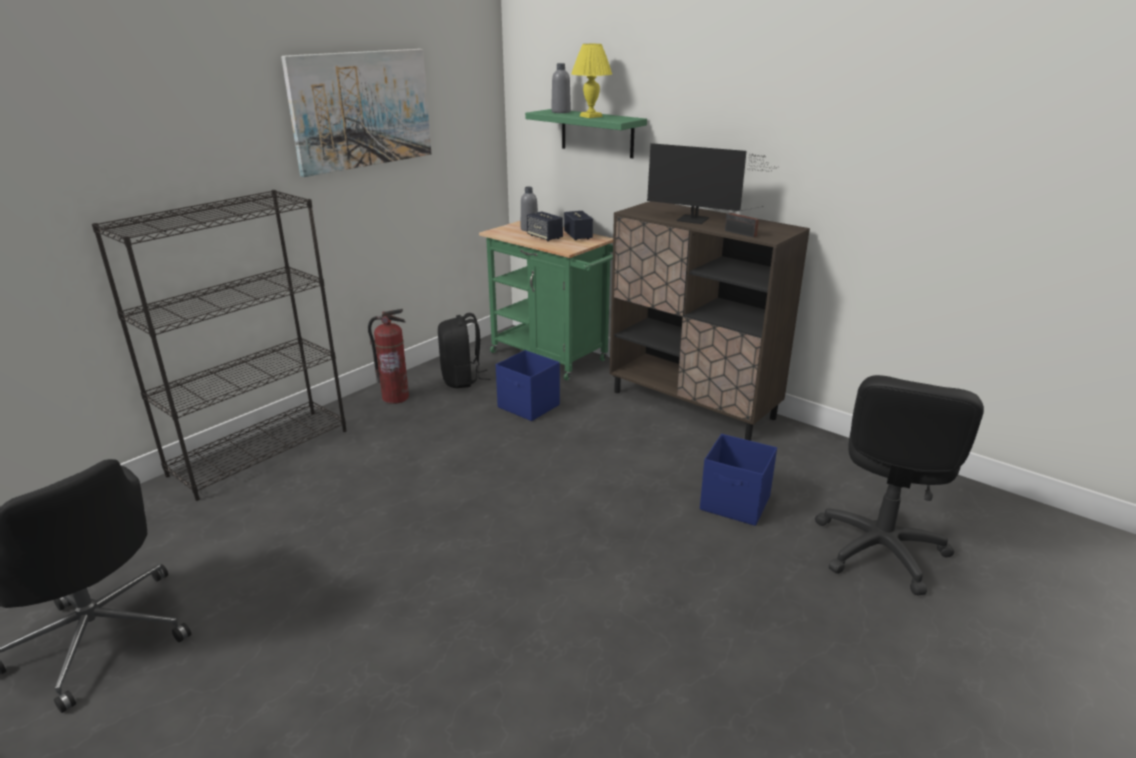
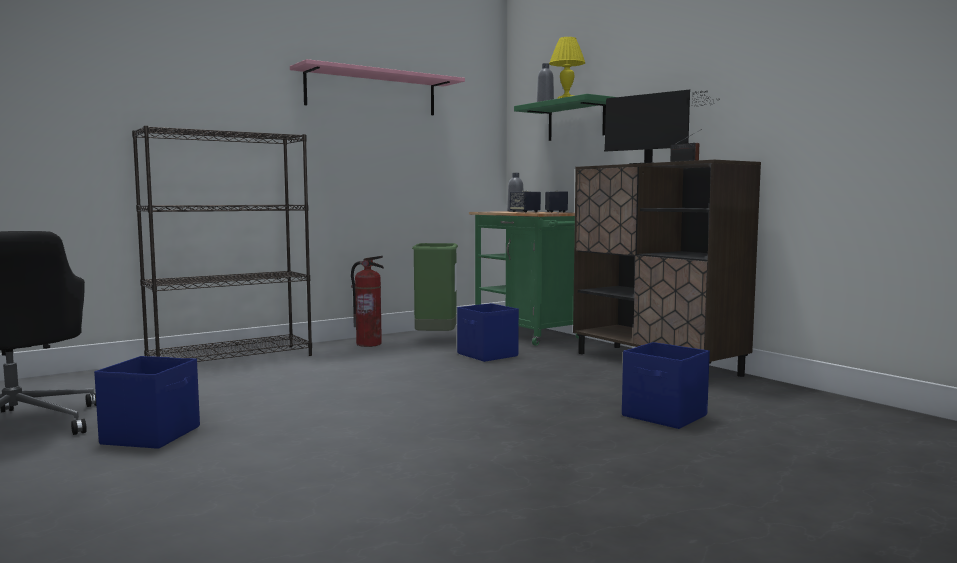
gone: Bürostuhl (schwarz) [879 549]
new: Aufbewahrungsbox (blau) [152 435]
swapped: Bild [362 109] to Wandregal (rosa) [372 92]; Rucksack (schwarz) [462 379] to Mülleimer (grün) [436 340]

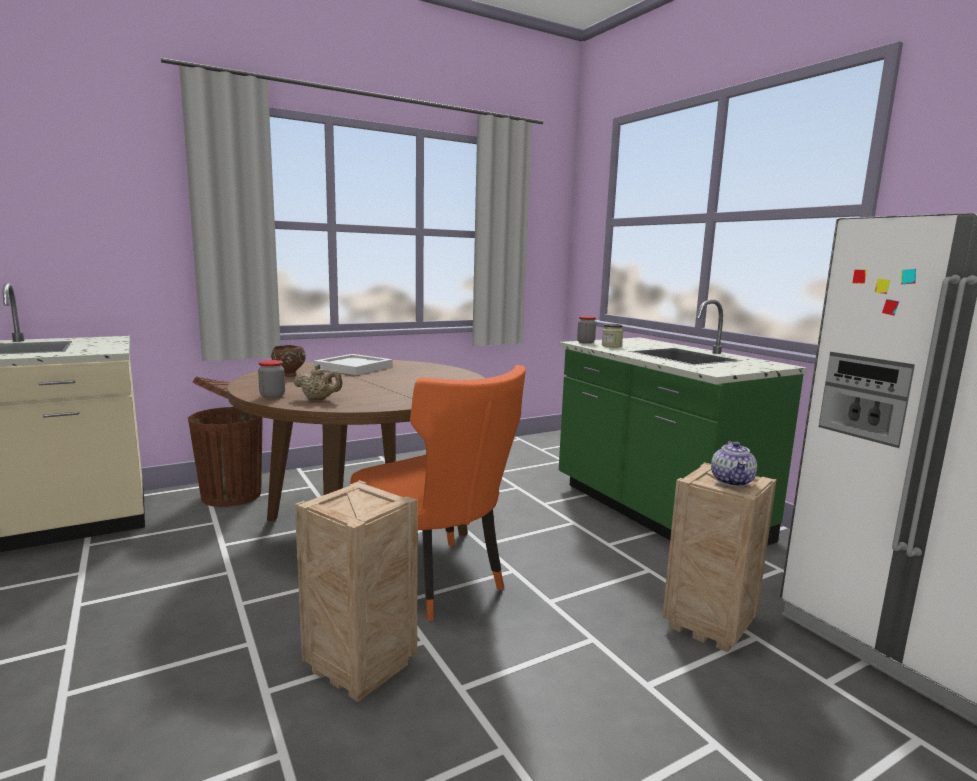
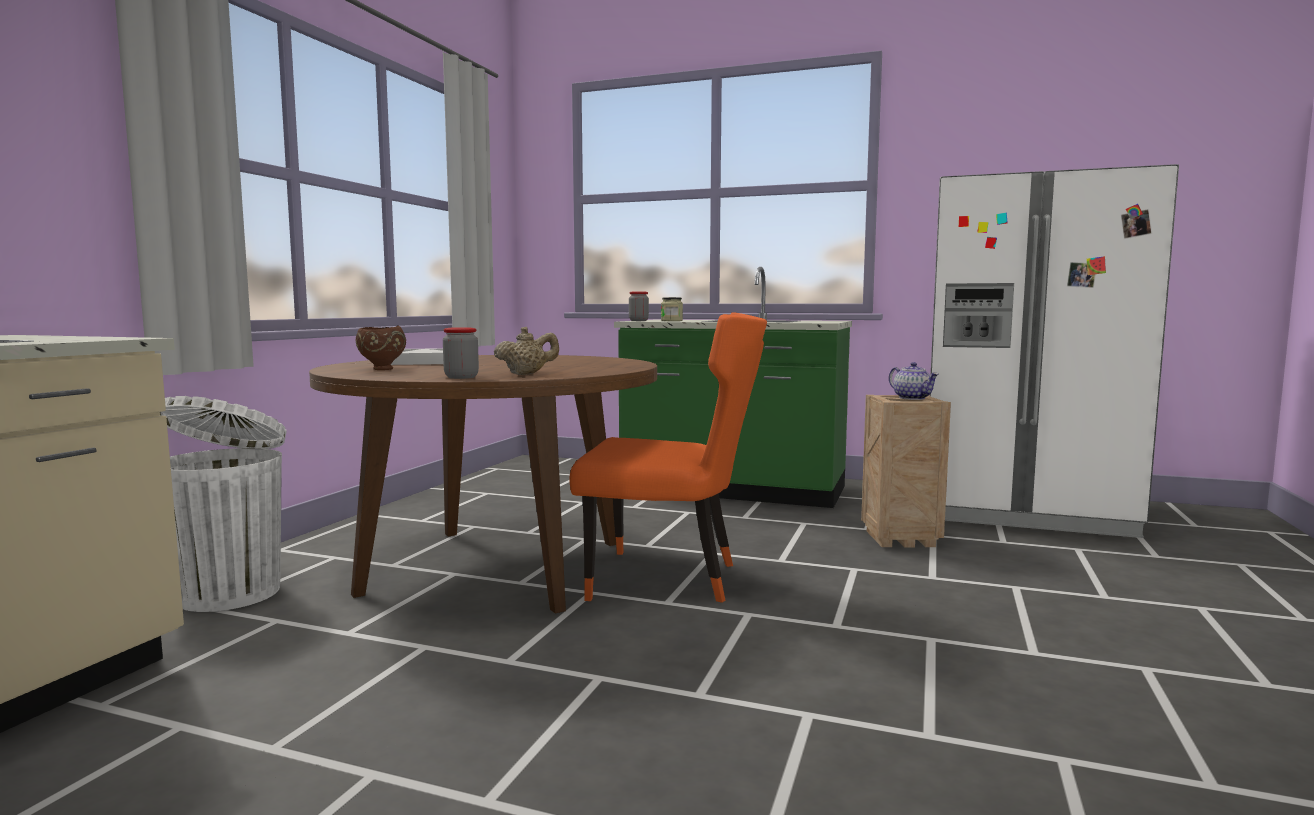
gone: Kiste [358 668]
repainted: Mülleimer (braun) [234 495] to Mülleimer (weiß) [231 592]

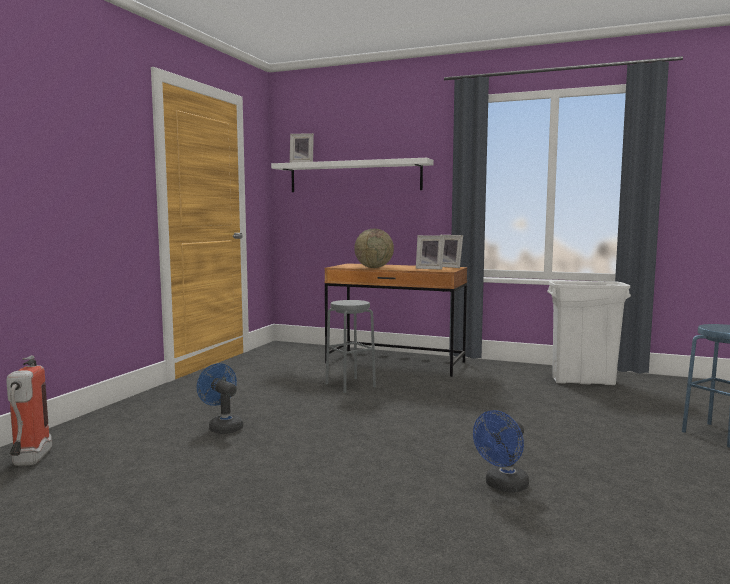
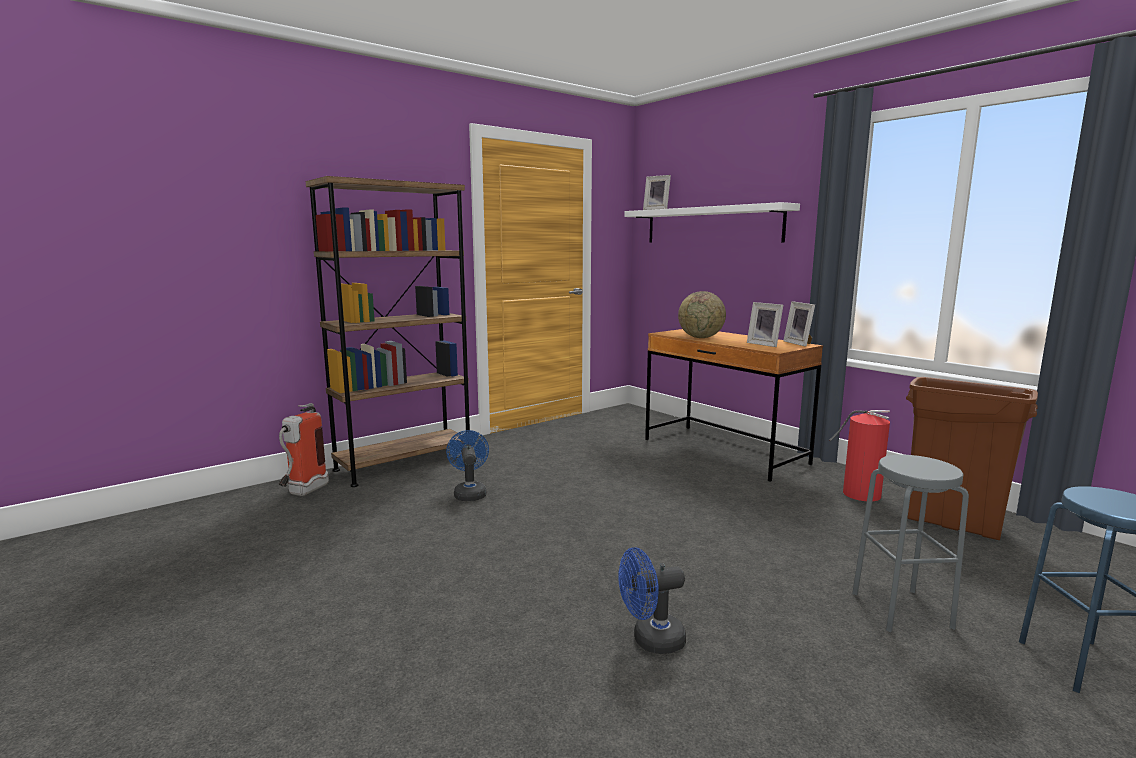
new: Bücherregal (braun) [404 464]; Feuerlöscher [859 493]
shifted: Hocker (grau) [350 385] to [901 610]
repainted: Mülleimer (weiß) [582 381] to Mülleimer (braun) [951 524]

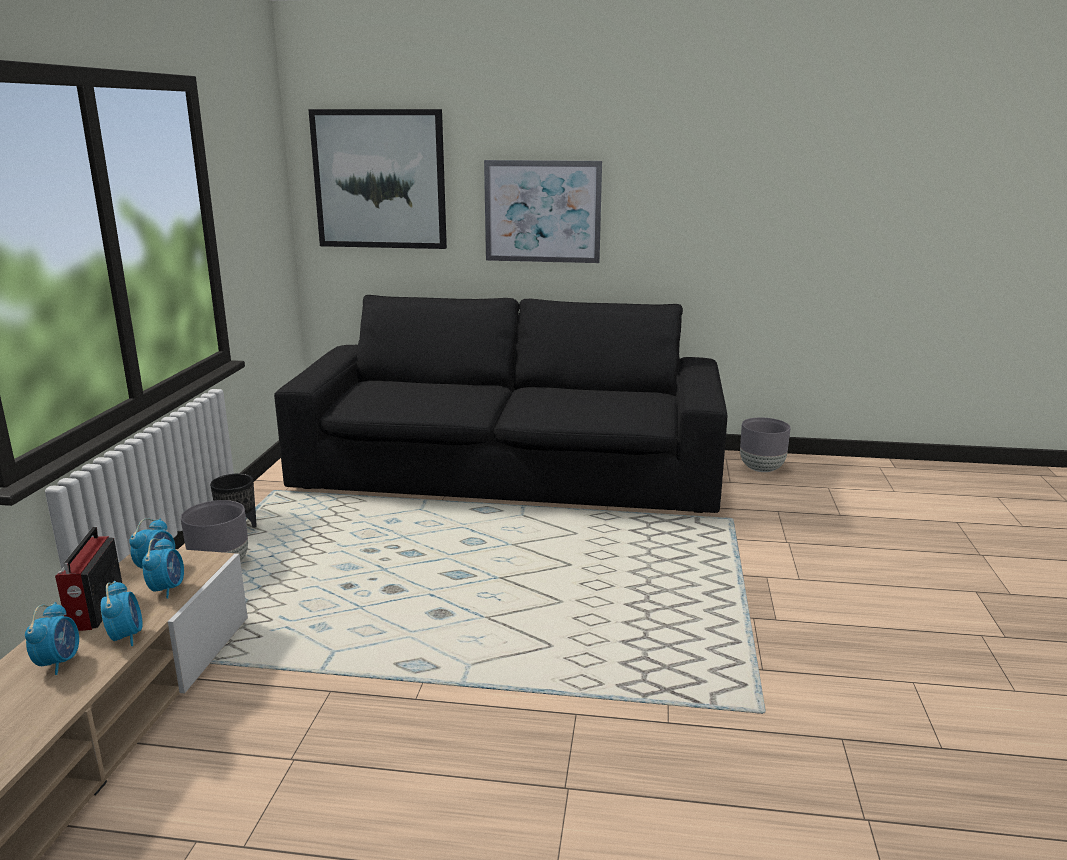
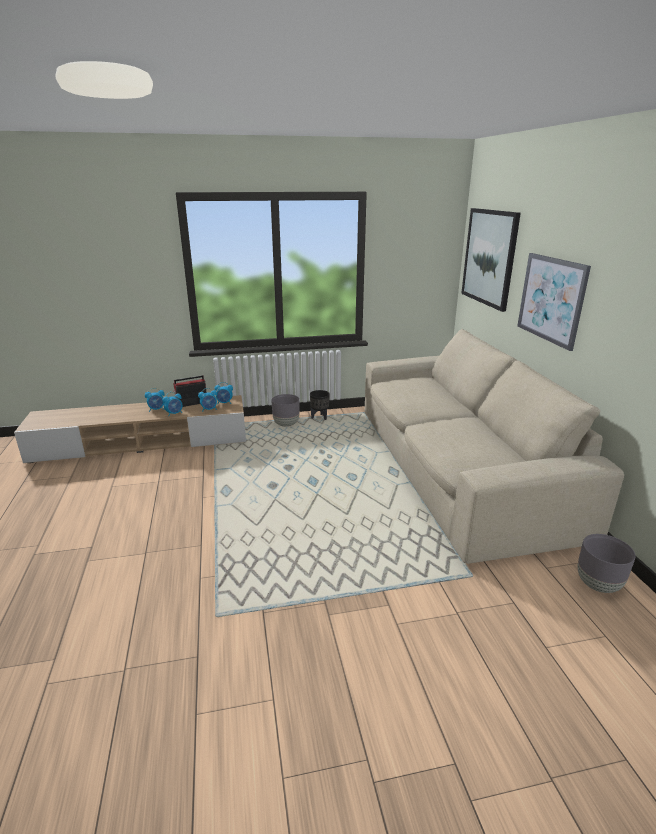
repainted: Sofa (schwarz) [509 472] to Sofa (beige) [454 467]

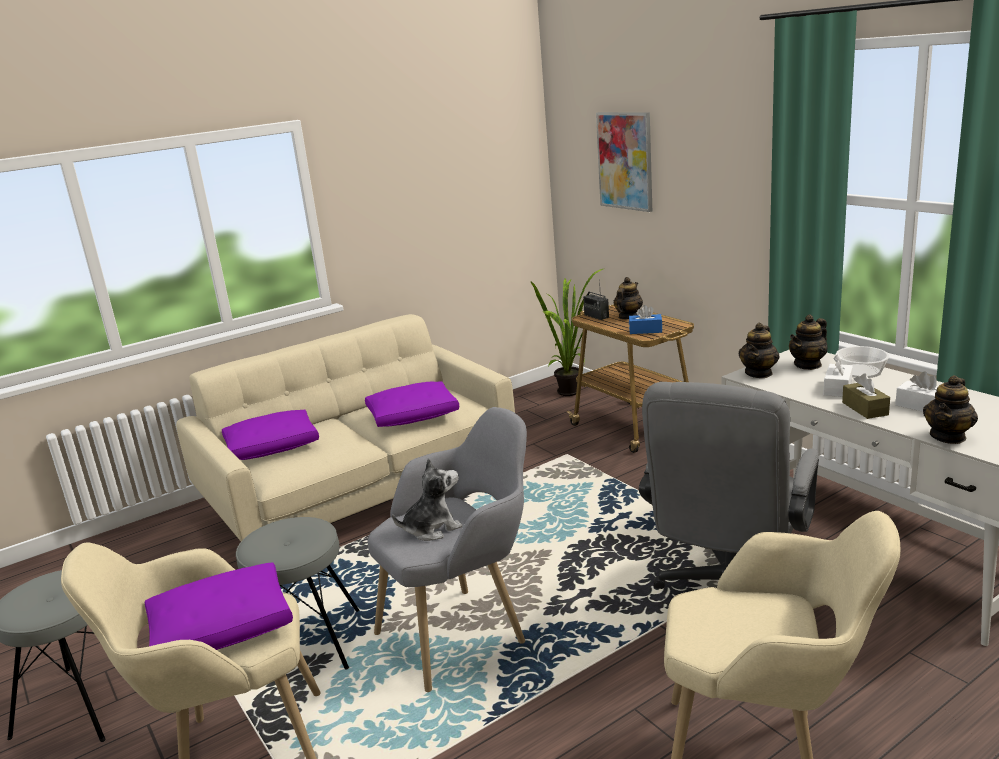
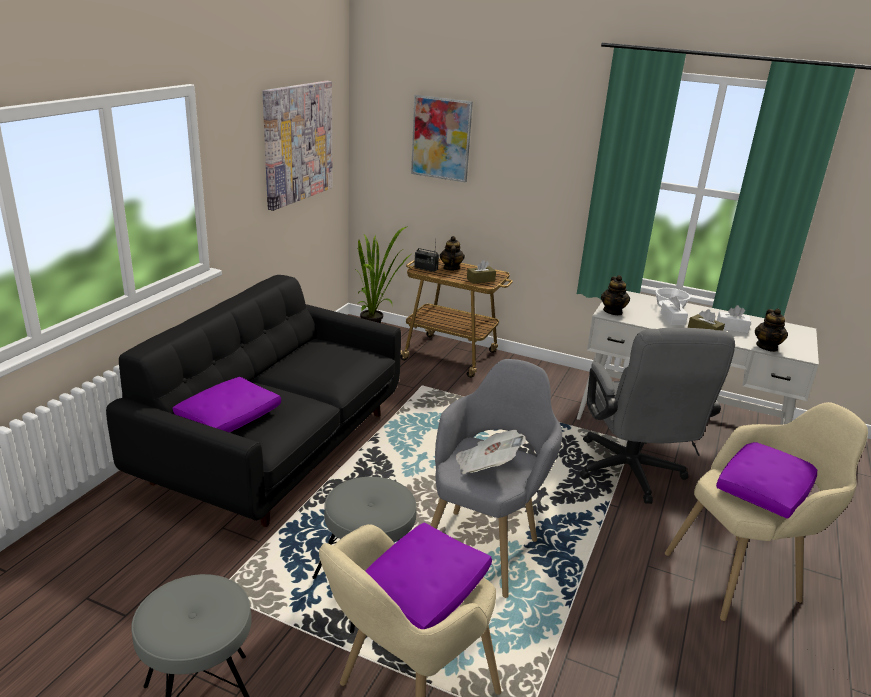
gone: Teekanne [808 365]
new: Bild [297 143]
shifted: Kissen (lila) [412 416] to [763 491]
swapped: Plüschtier [432 528] to Zeitung [486 466]
repainted: Taschentuchbox (blau) [645 330] to Taschentuchbox (braun) [480 280]; Sofa (beige) [362 492] to Sofa (schwarz) [276 446]

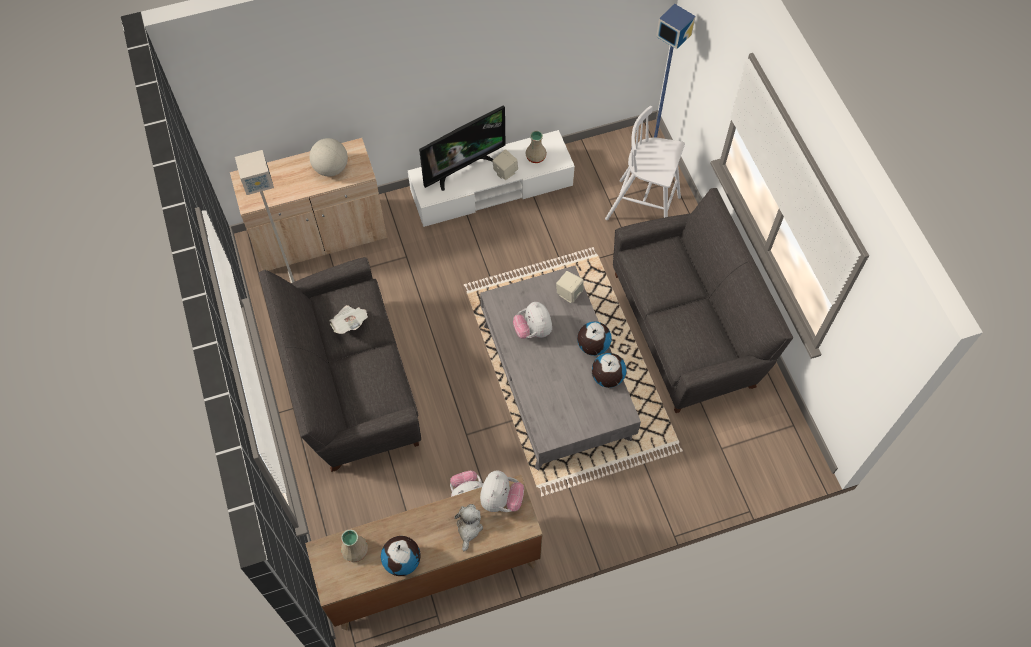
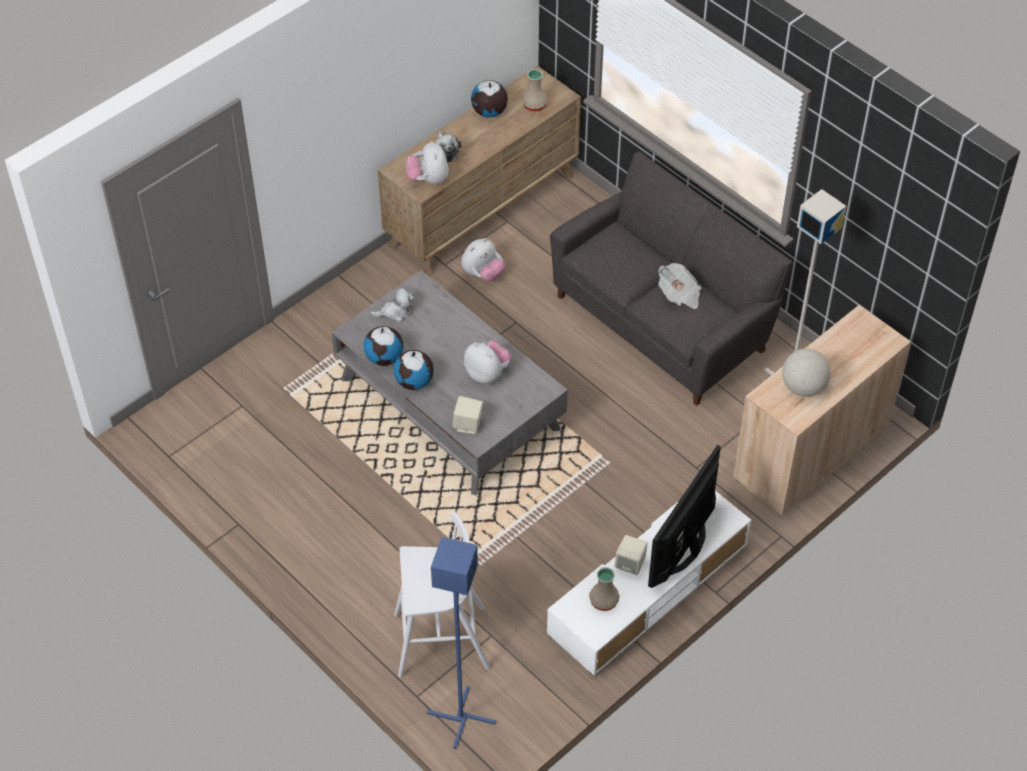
gone: Sofa (grau) [686 329]
new: Plüschtier [395 312]

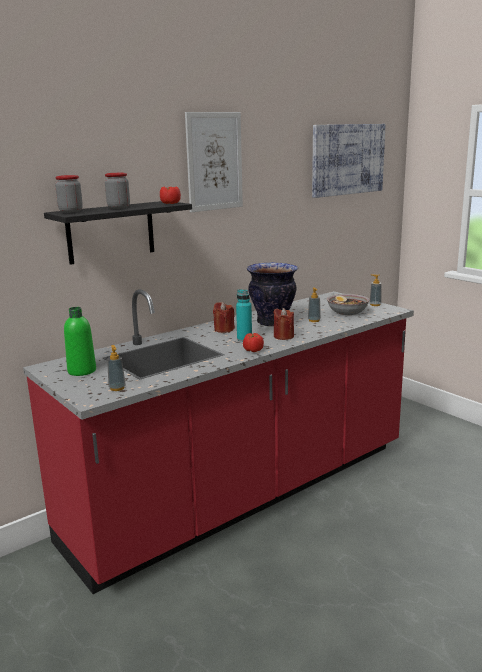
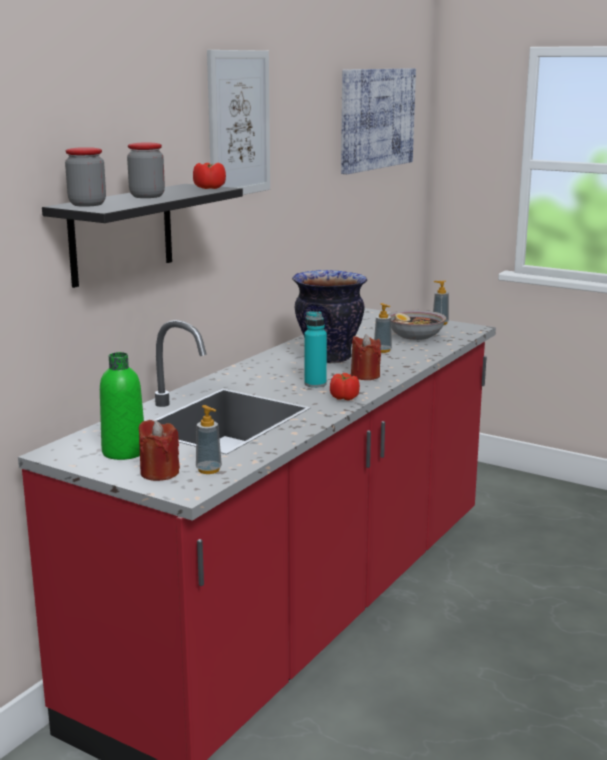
shifted: Kerze (rot) [224 329] to [159 473]

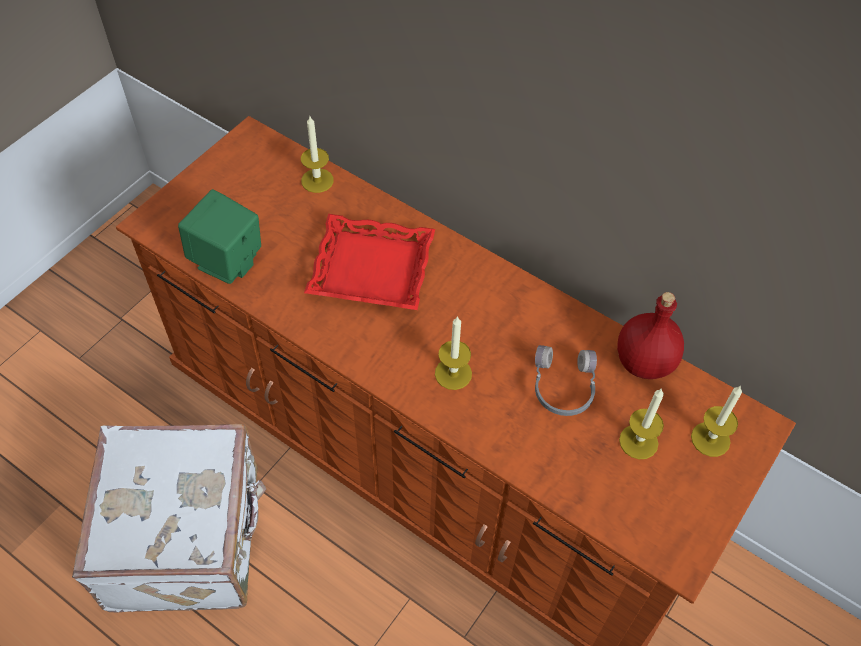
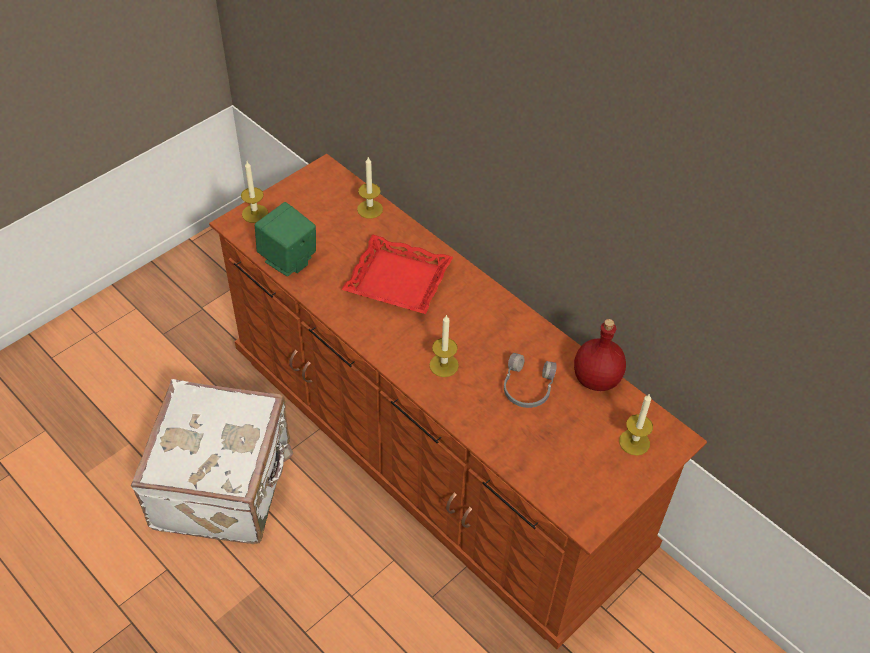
shifted: Kerze [638 441] to [255 213]

